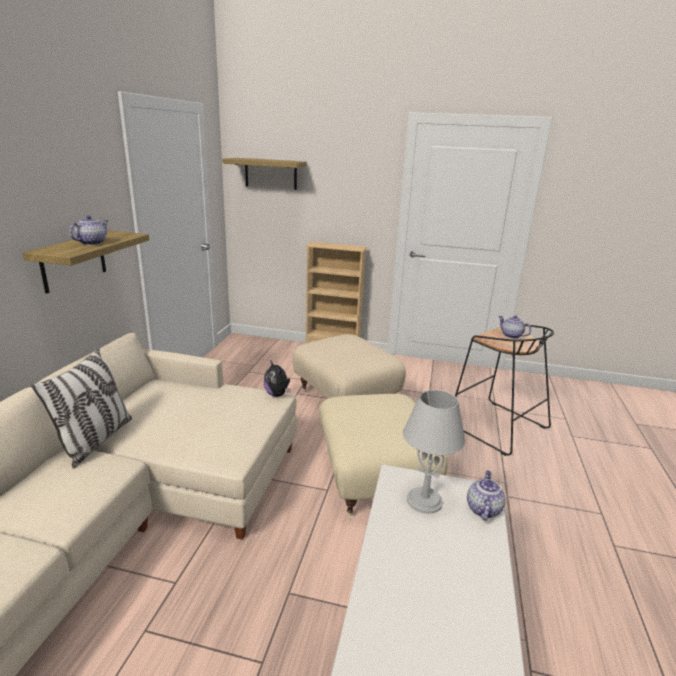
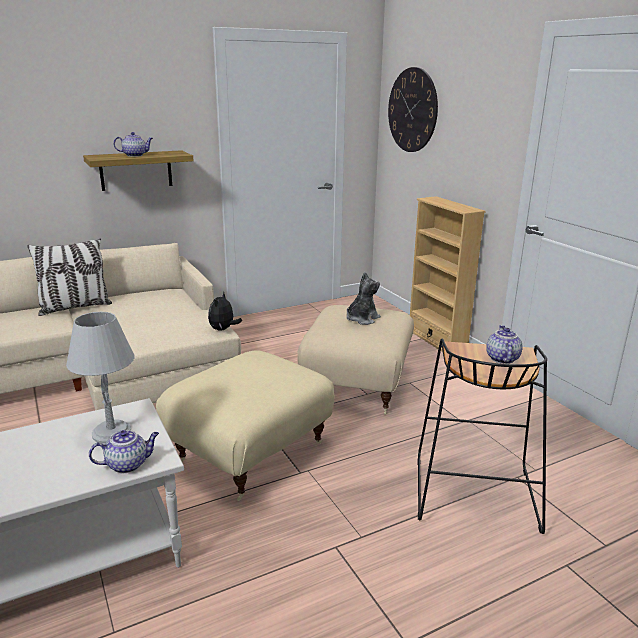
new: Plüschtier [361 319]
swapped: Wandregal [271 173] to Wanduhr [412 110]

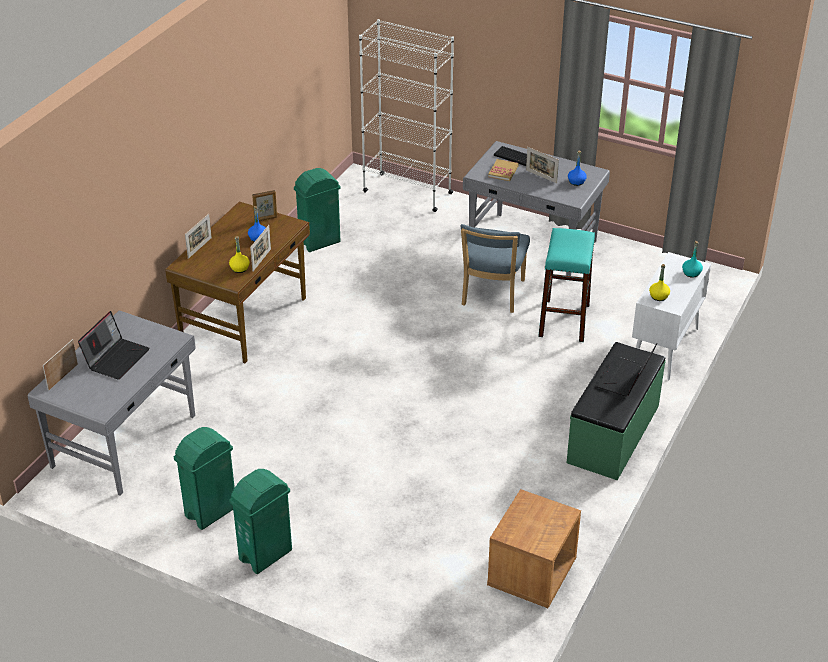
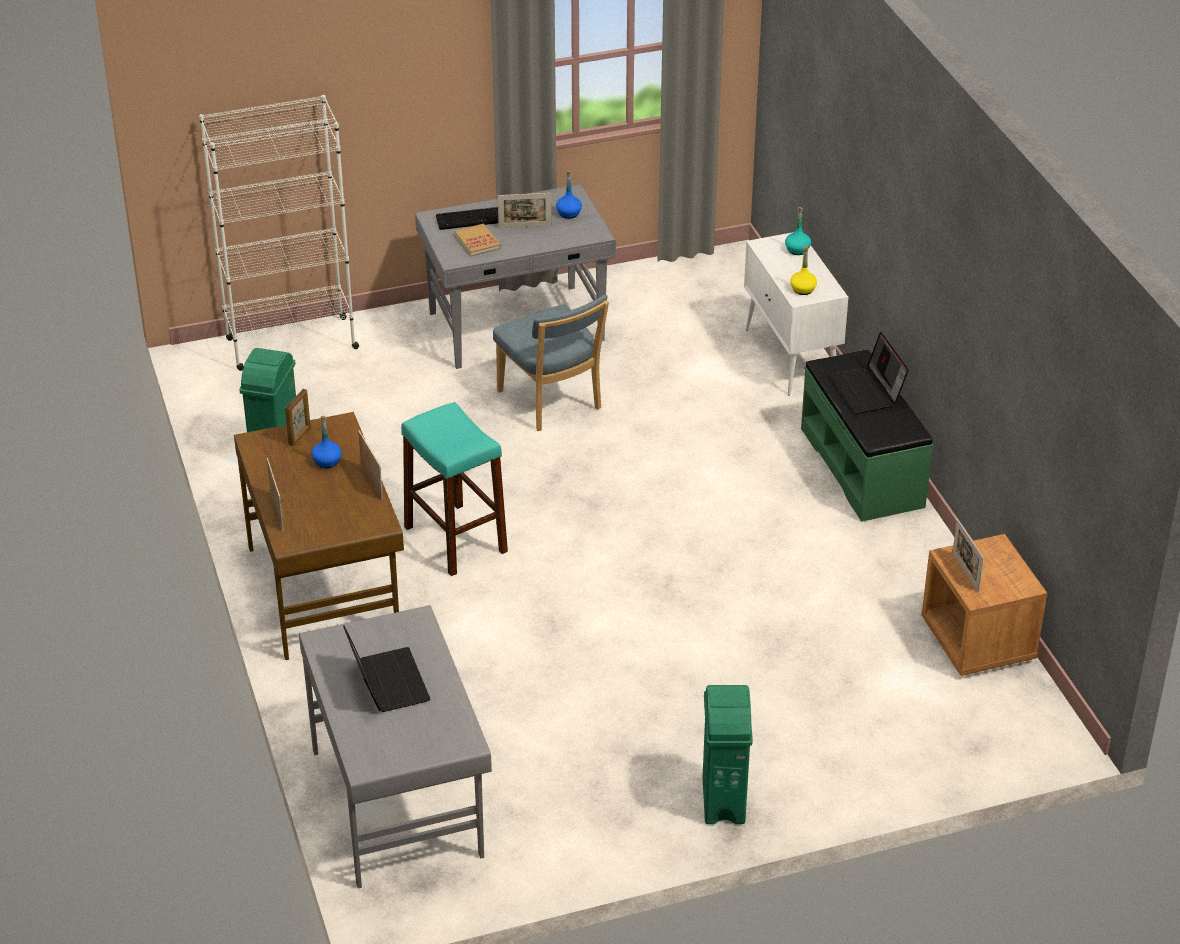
gone: Flasche (gelb) [239 268]; Mülleimer (grün) [210 512]
shifted: Hocker (türkis) [564 320] to [455 539]; Bilderrahmen [63 377] to [965 572]

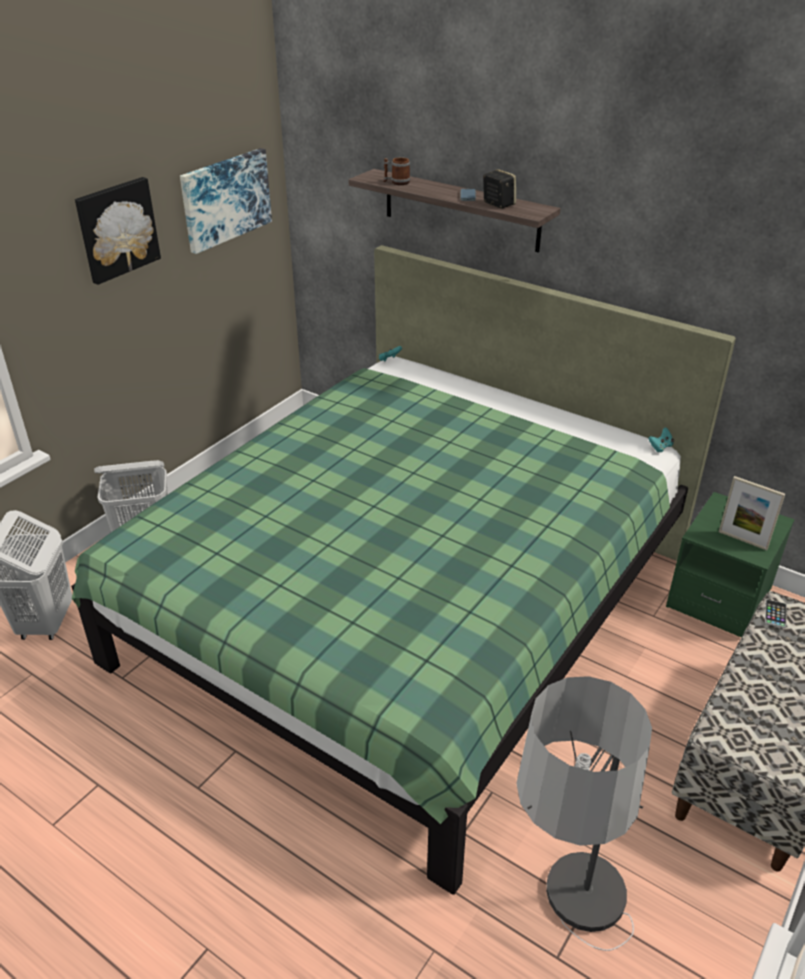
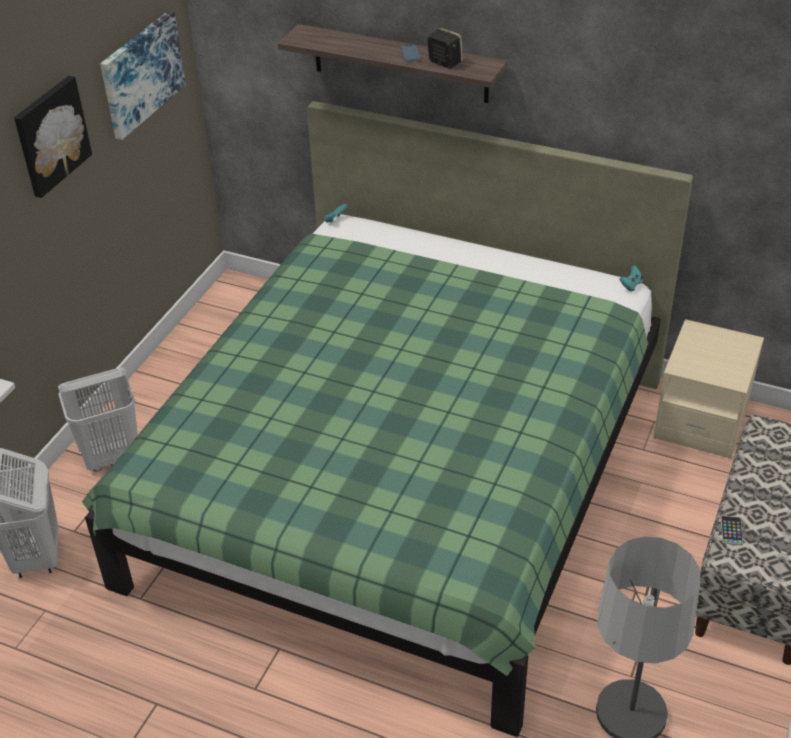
gone: Henkelbecher [396 182]; Bilderrahmen [742 540]
shifted: Handy [775 614] to [731 531]
repainted: Nachttisch (grün) [719 598] to Nachttisch (beige) [701 421]

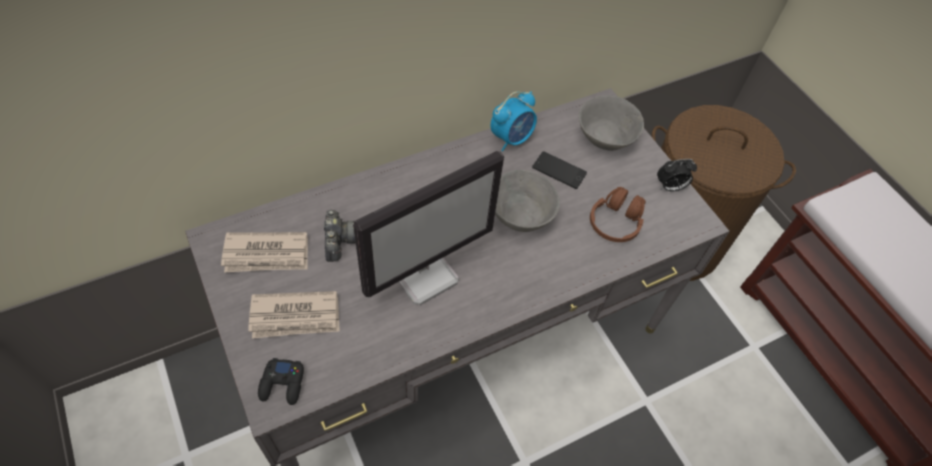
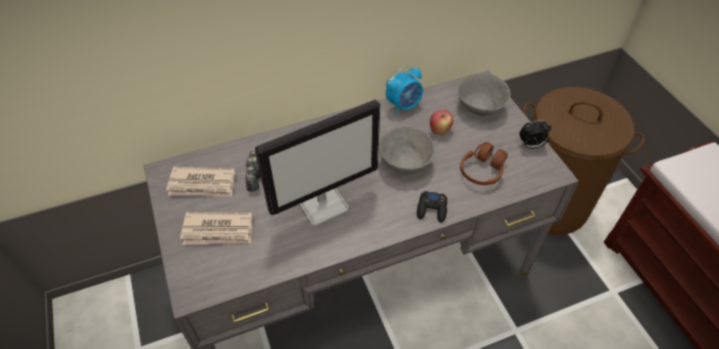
shifted: Gamepad (schwarz) [283 384] to [432 209]
swapped: Handy [559 170] to Apfel [439 130]

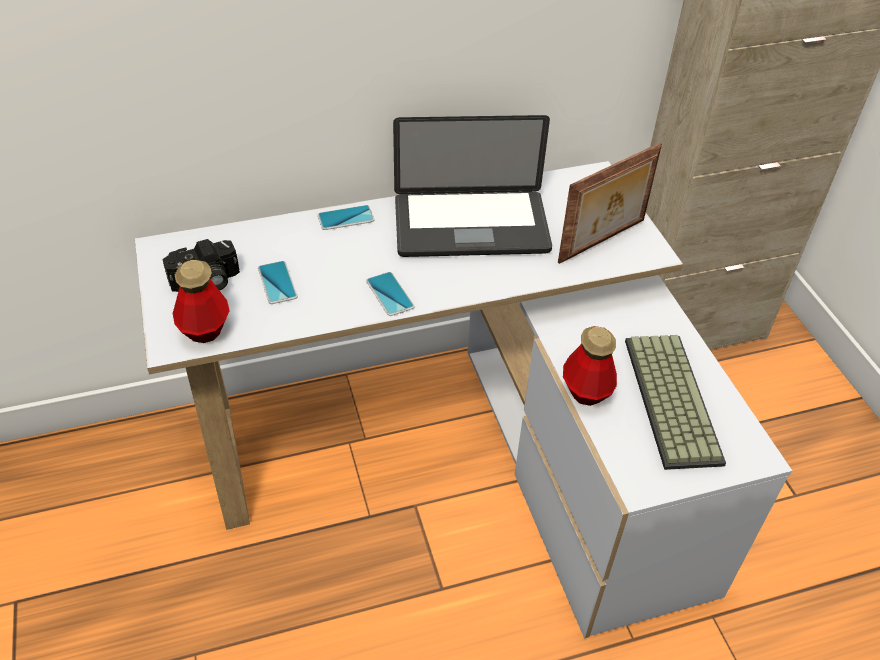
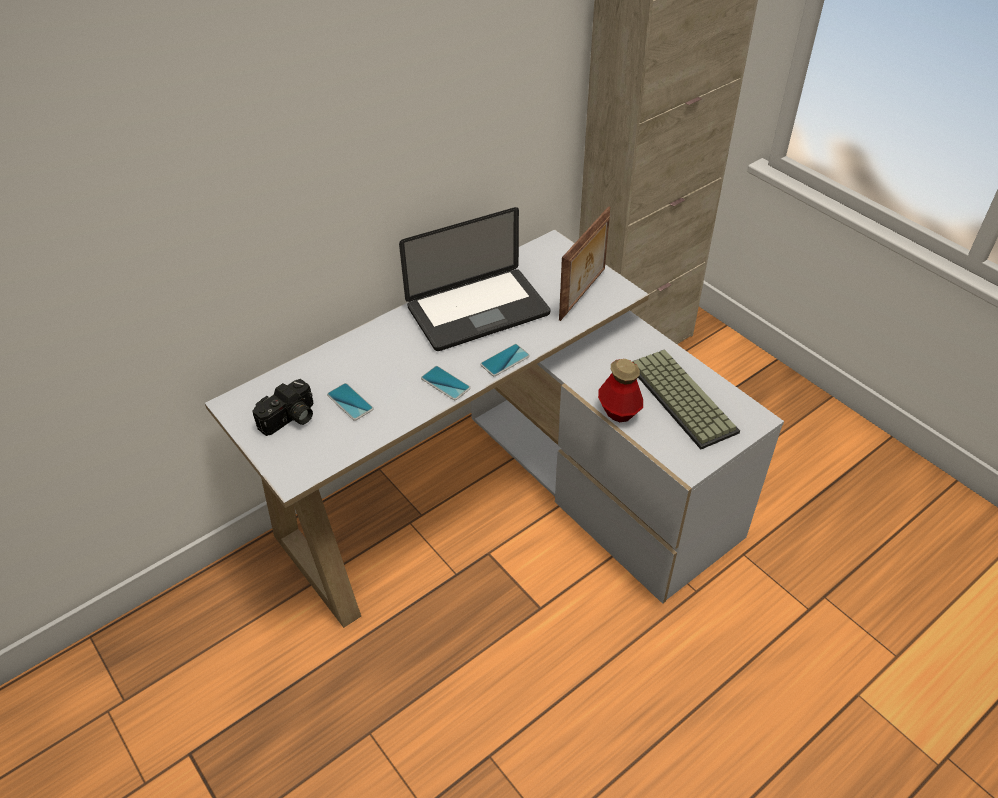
gone: Flasche [205 329]
shifted: Handy [346 218] to [505 360]

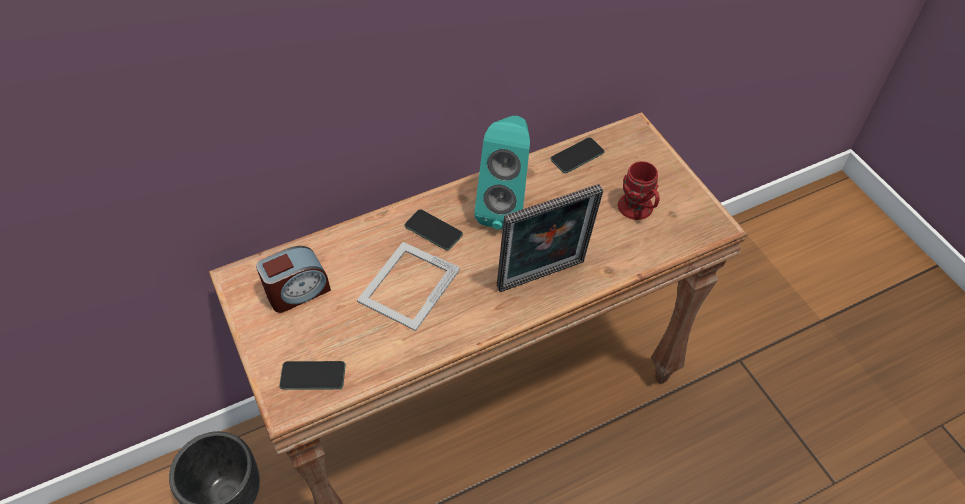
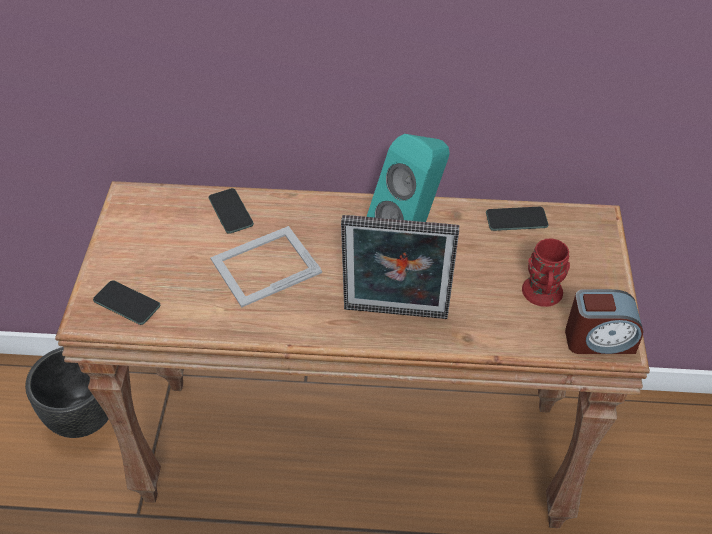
shifted: Handy [433 230] to [231 211]; Wecker [298 291] to [599 340]

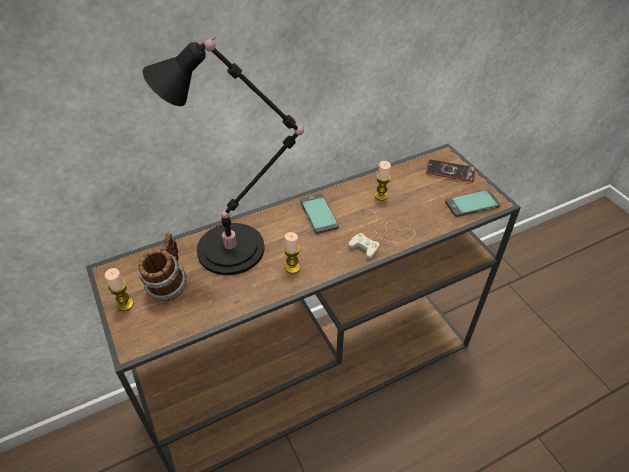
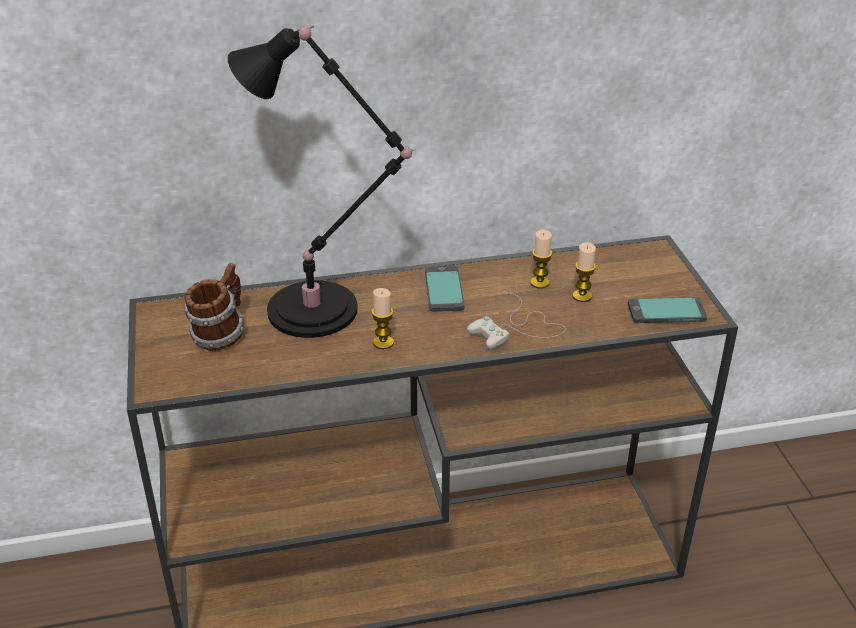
gone: Handy [450 171]
shifted: Kerze [125 304] to [582 296]

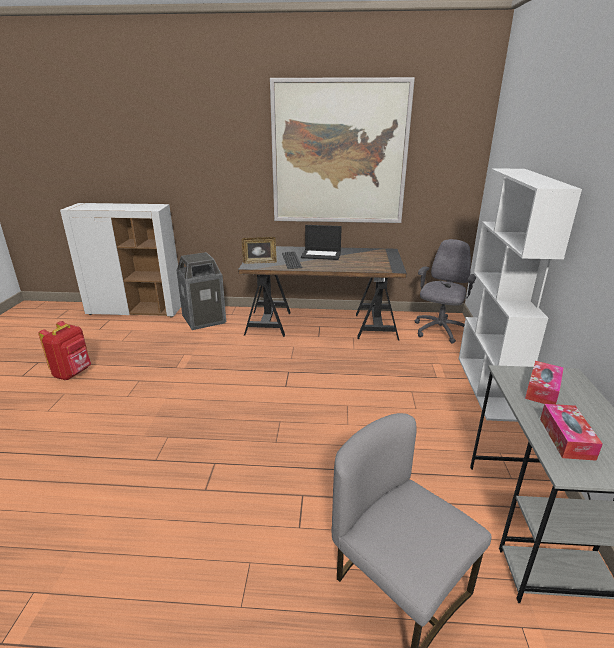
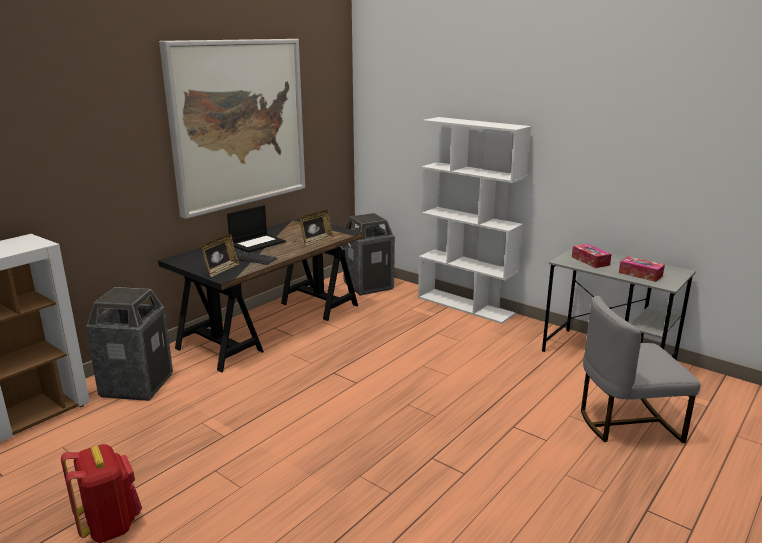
new: Bilderrahmen [316 241]
swapped: Bürostuhl (grau) [439 331] to Mülleimer [368 286]

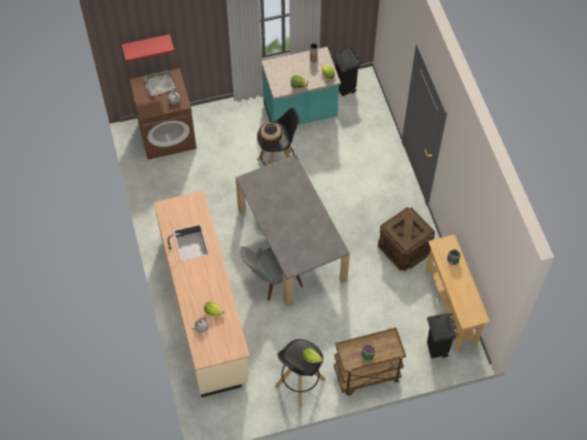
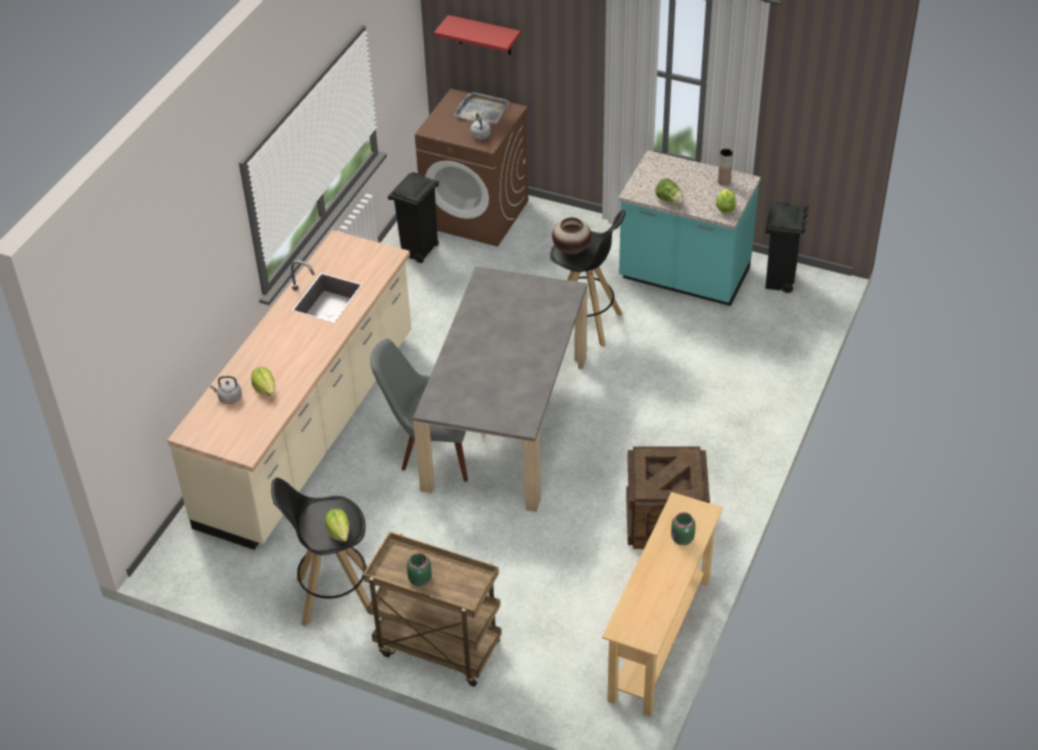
shifted: Mülleimer (schwarz) [437 349] to [419 252]

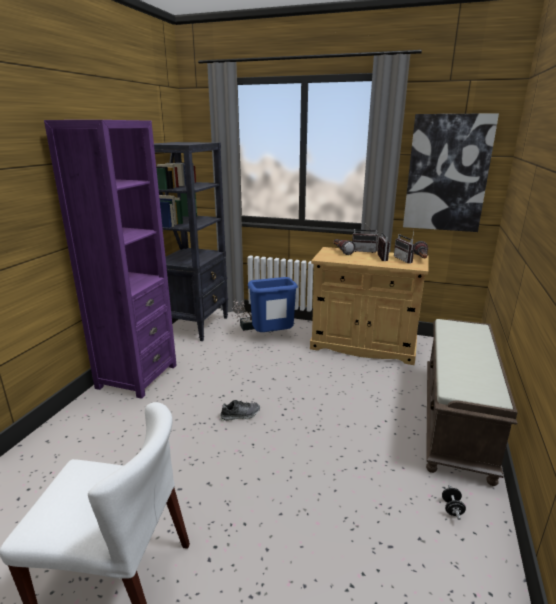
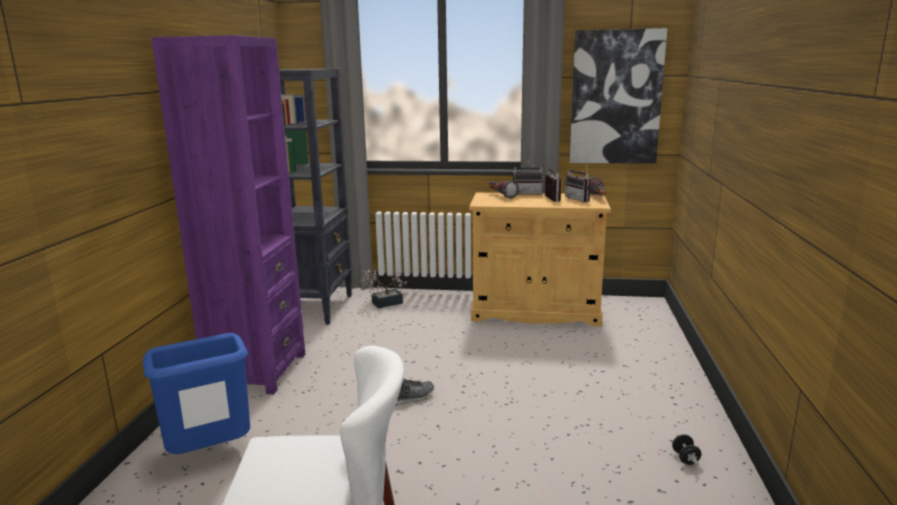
gone: Bank (braun) [457 419]
shifted: Mülleimer (blau) [272 337] to [210 456]

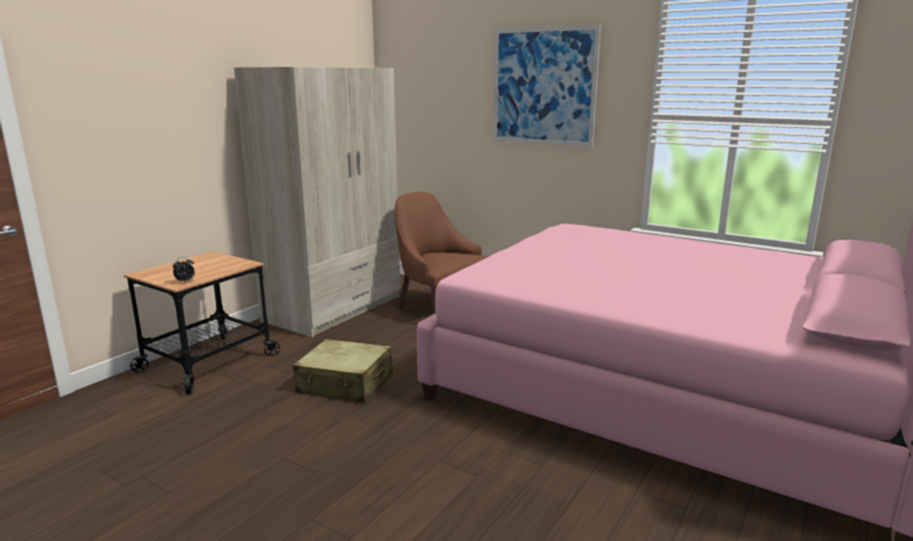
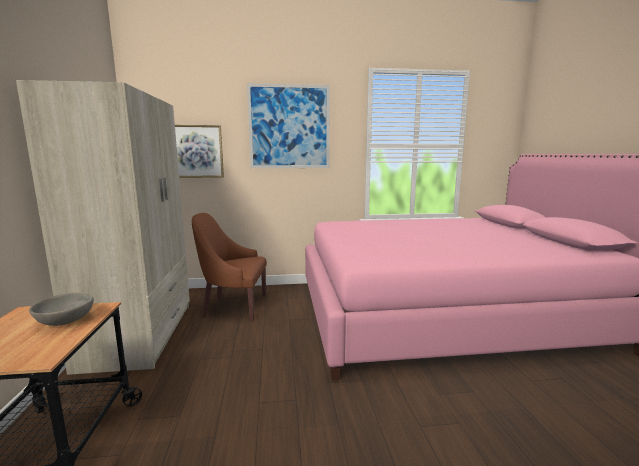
gone: Wecker [185 282]; Koffer (beige) [345 384]
new: Bild [196 151]; Schüssel (grau) [66 321]

